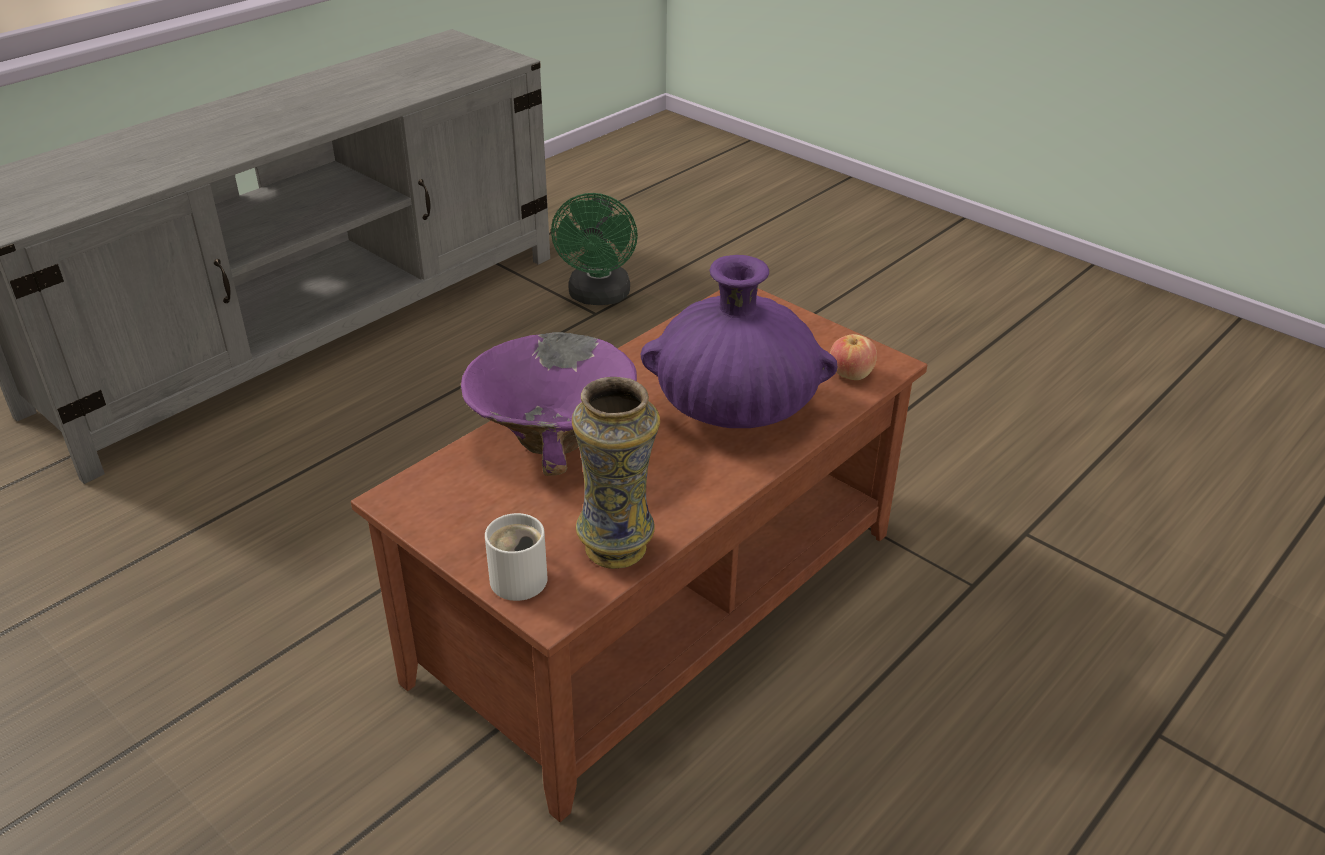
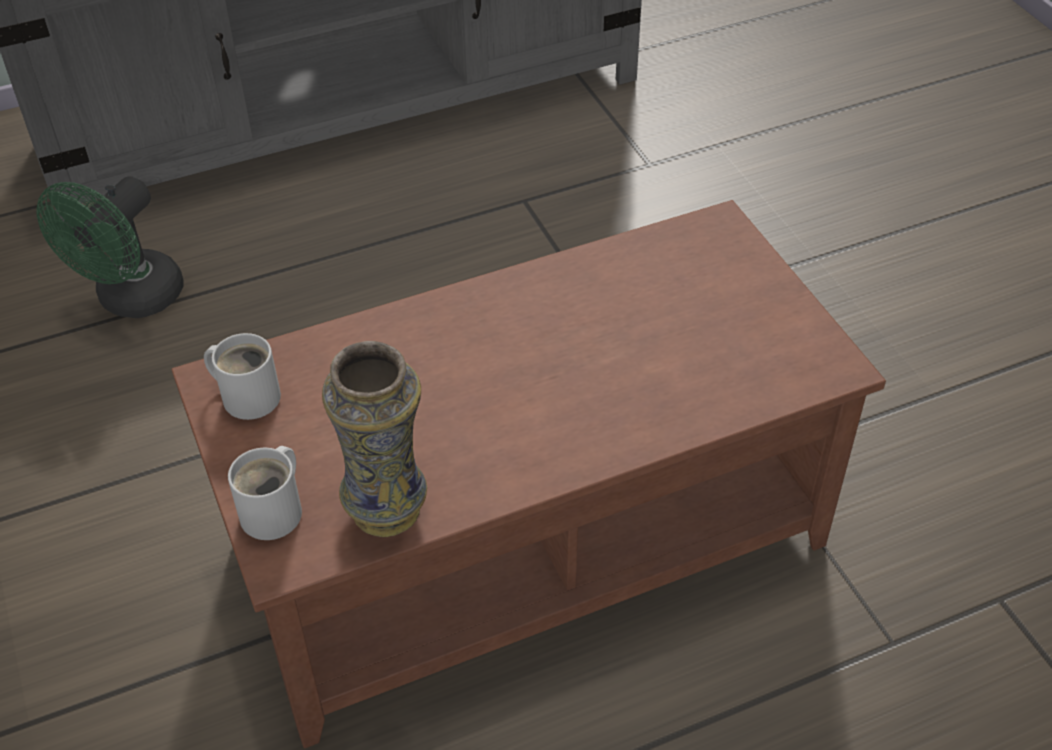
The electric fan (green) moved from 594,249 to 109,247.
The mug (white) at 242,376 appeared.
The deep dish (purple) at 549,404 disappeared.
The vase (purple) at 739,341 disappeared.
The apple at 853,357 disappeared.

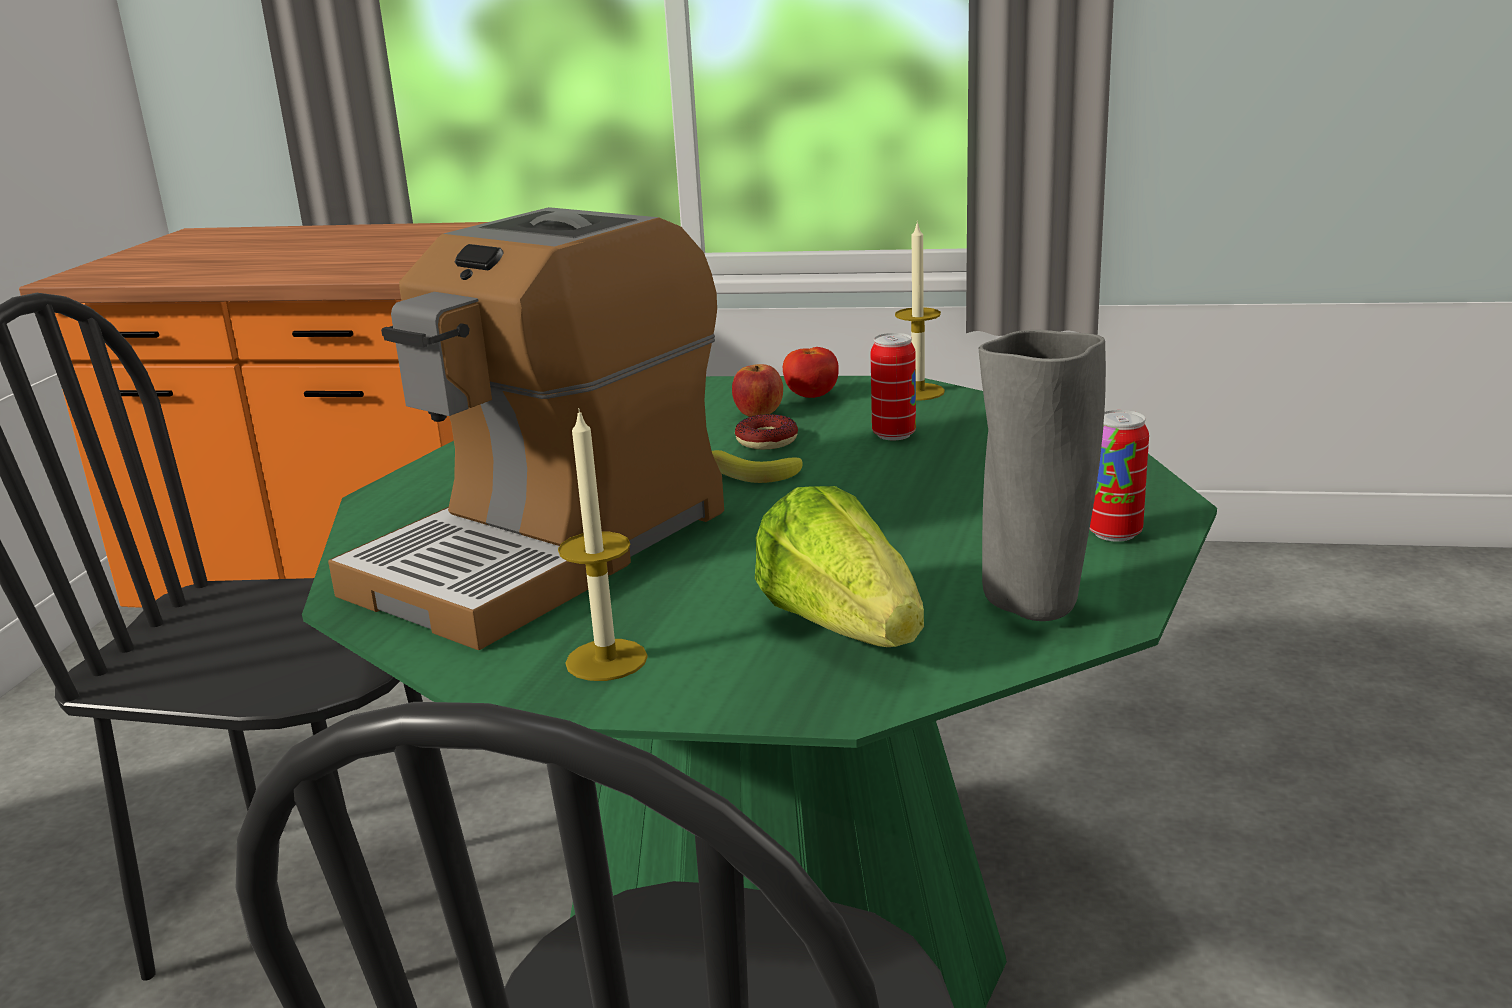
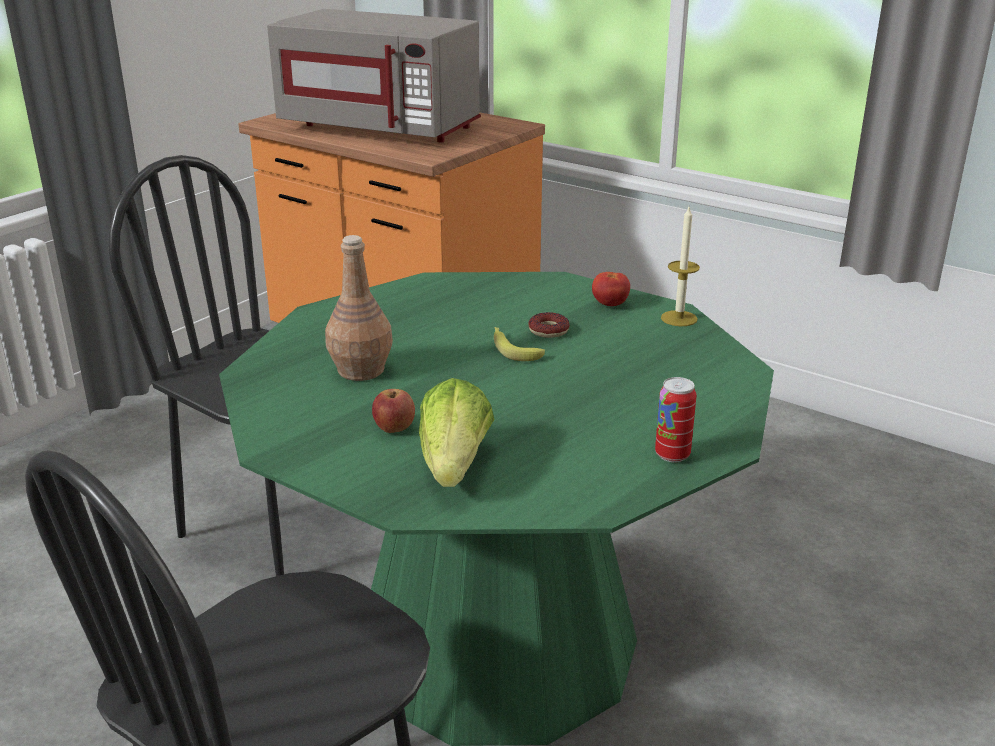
The microwave (grey) at 374,76 appeared.
The coffee maker at 526,428 was replaced by the beverage bottle (brown) at 359,308.
The apple moved from 757,390 to 393,411.
The wax candle at 603,544 disappeared.
The can at 893,386 disappeared.
The vase (grey) at 1042,475 disappeared.

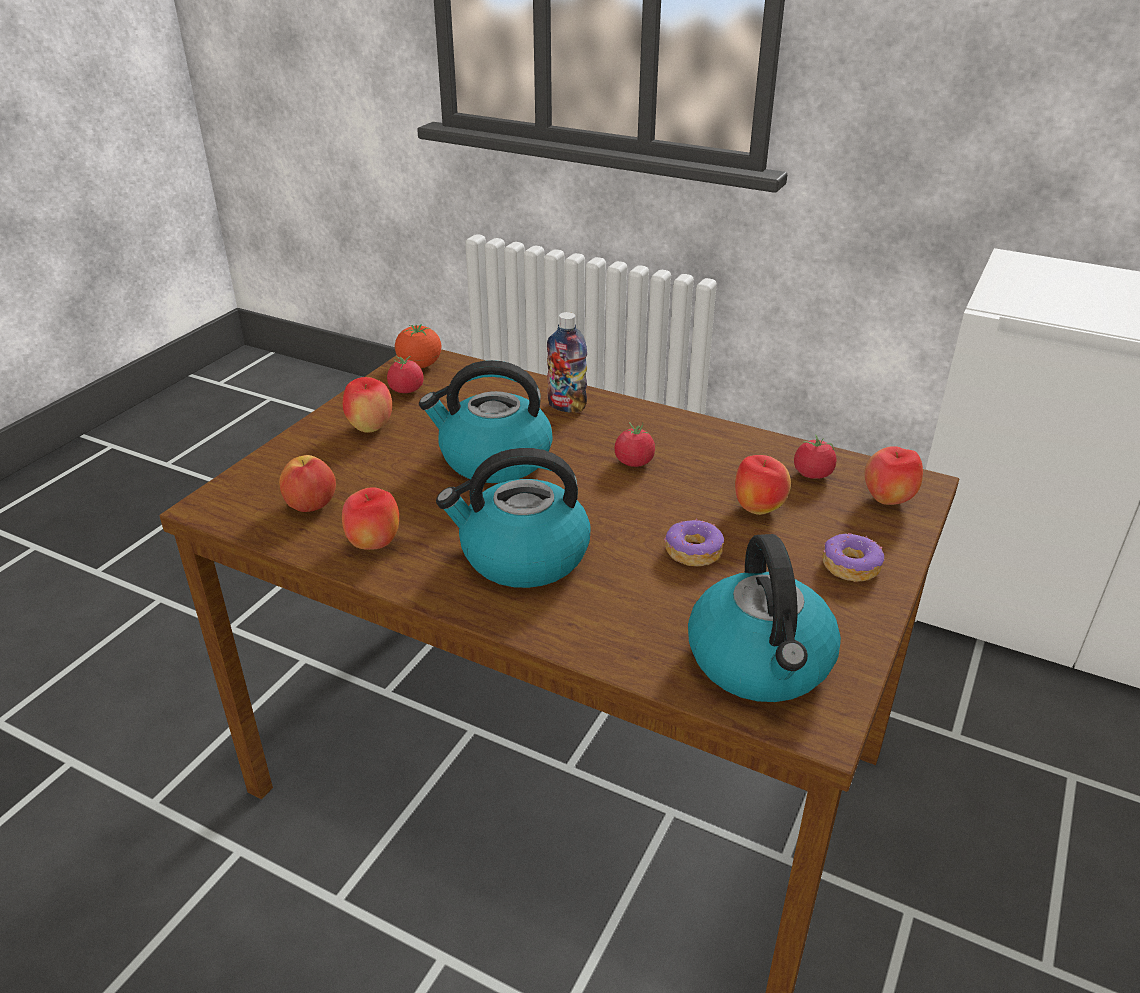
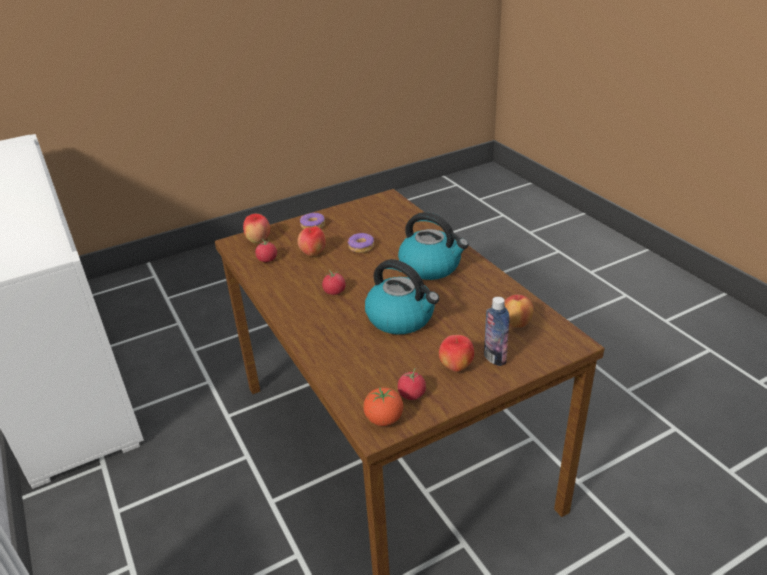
The beverage bottle moved from 567,362 to 497,331.
The apple at 370,519 disappeared.
The tea kettle at 764,618 disappeared.

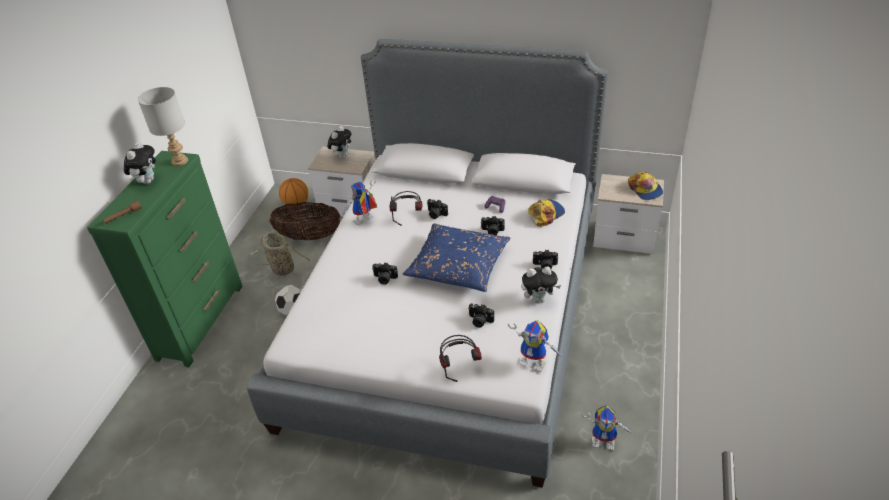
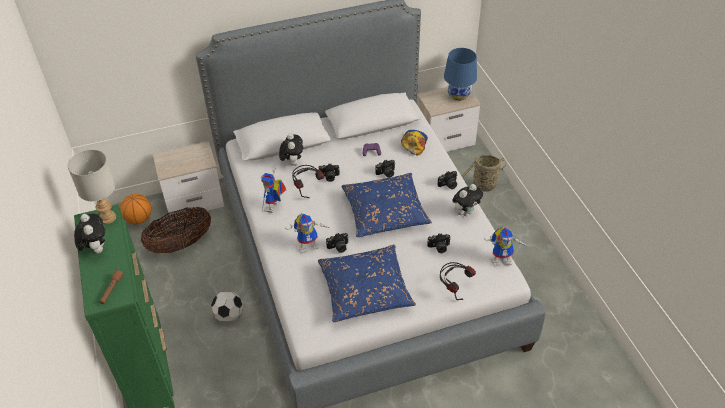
The plush toy moved from 339,142 to 291,149.
The robot figure moved from 607,427 to 307,233.
The pillow (blue) at 367,283 appeared.
The peaked cap at 645,185 was replaced by the tabletop lamp (blue) at 460,74.
The household basket moved from 279,254 to 485,173.

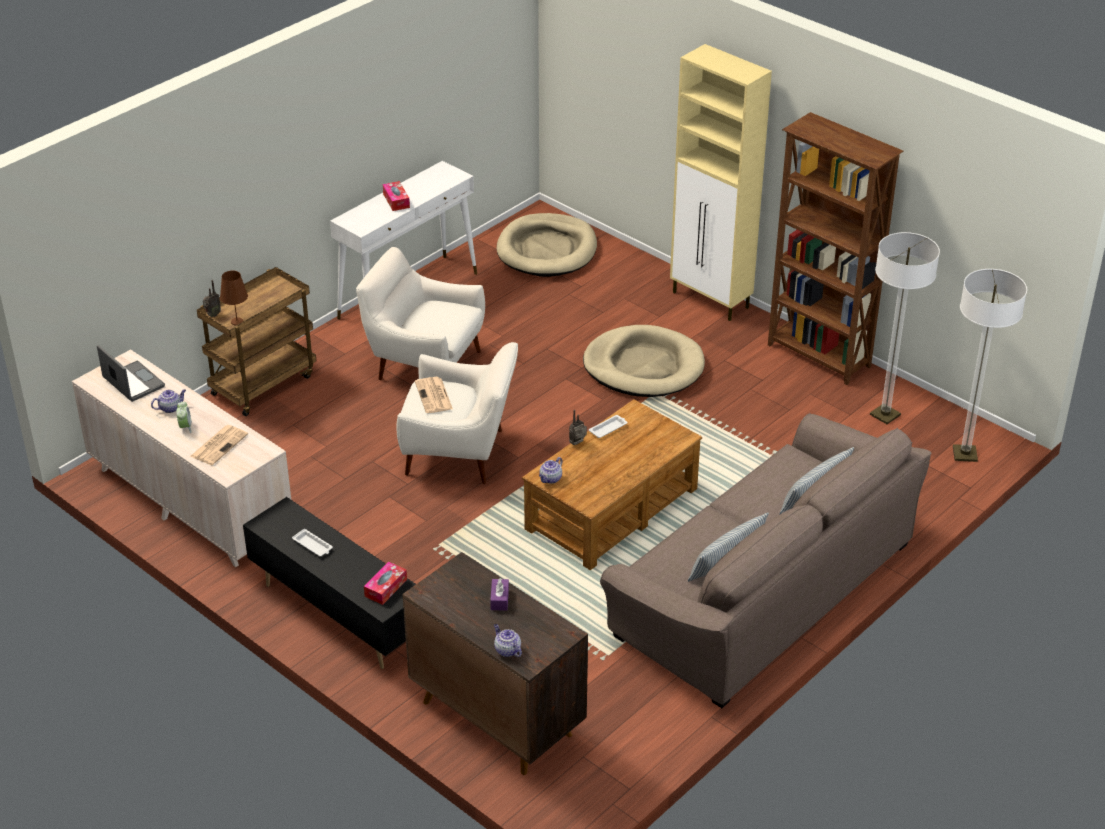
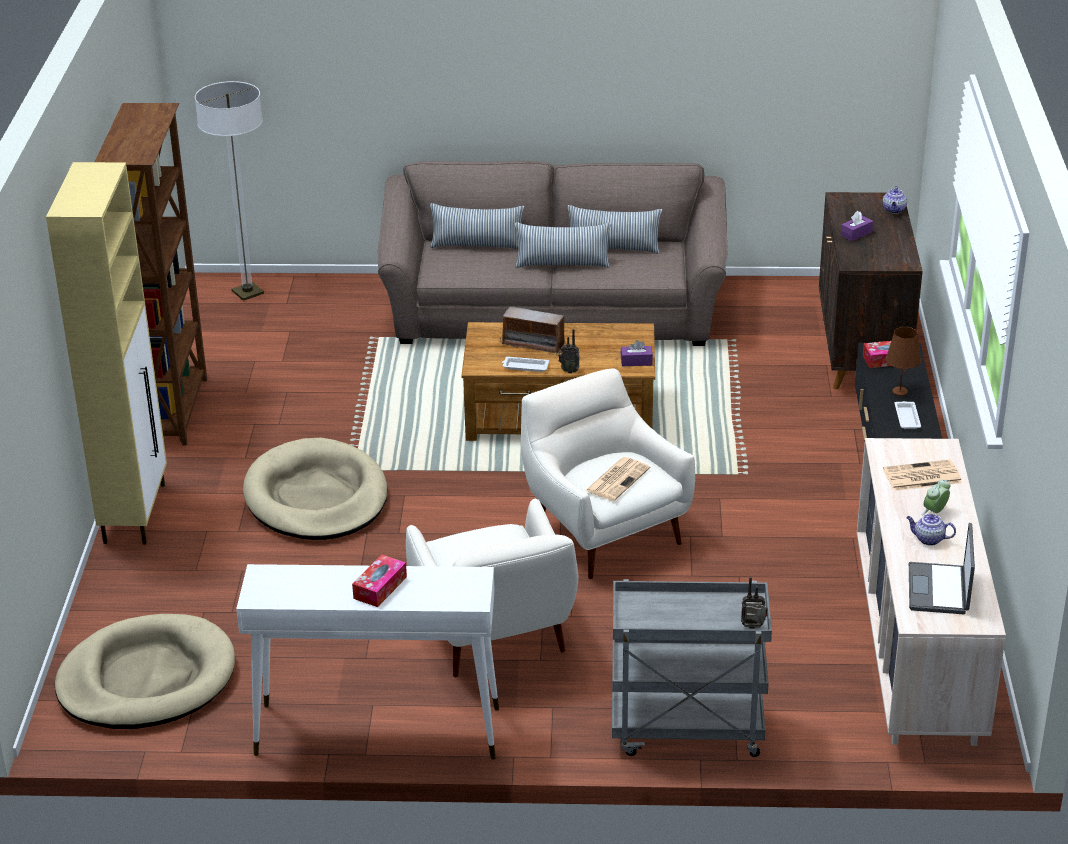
The radio receiver at 533,330 appeared.
The pillow at 563,245 appeared.
The wheeled cart (brown) at 256,341 became the wheeled cart (grey) at 692,668.
The teapot at 551,470 was replaced by the tissue box (purple) at 636,353.
The tabletop lamp (brown) moved from 234,298 to 903,361.
The floor lamp at 905,328 disappeared.

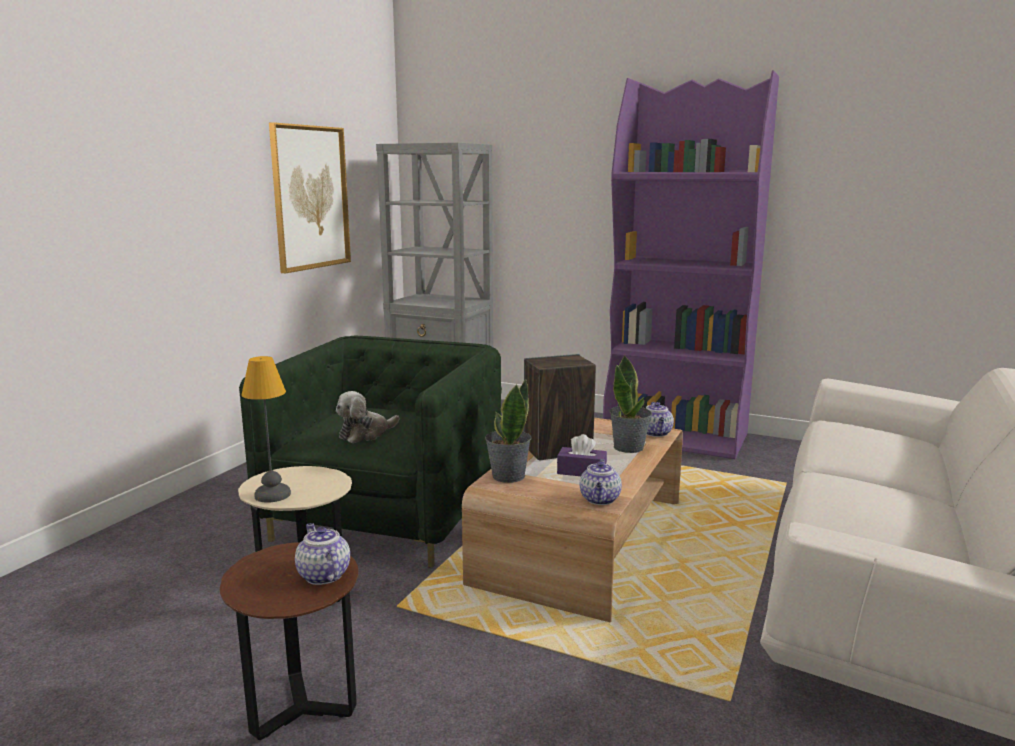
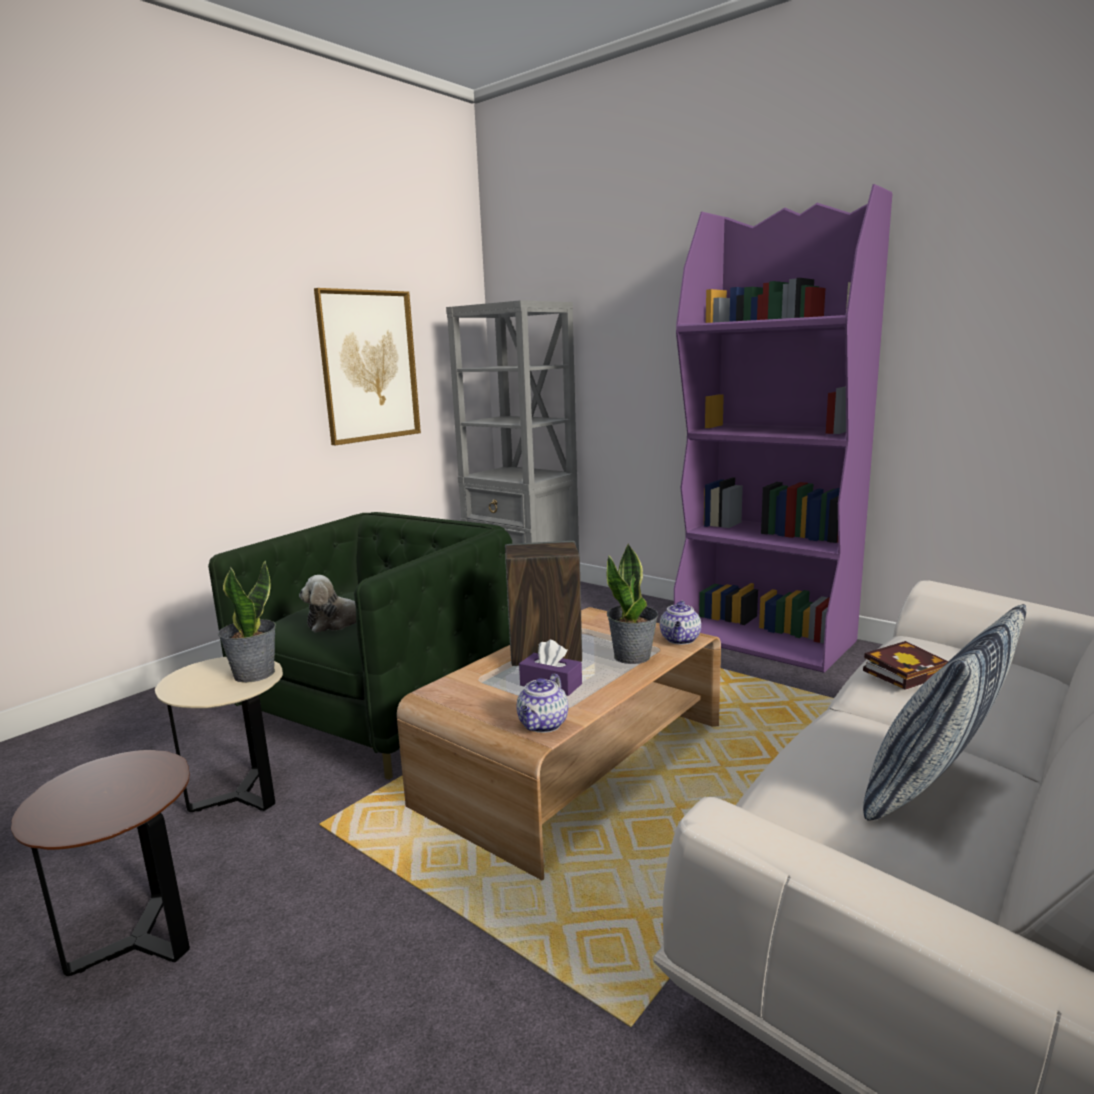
The plant in a pot moved from 508,431 to 247,622.
The pillow at 945,712 appeared.
The bound book at 906,665 appeared.
The tabletop lamp at 266,429 disappeared.
The teapot at 322,554 disappeared.

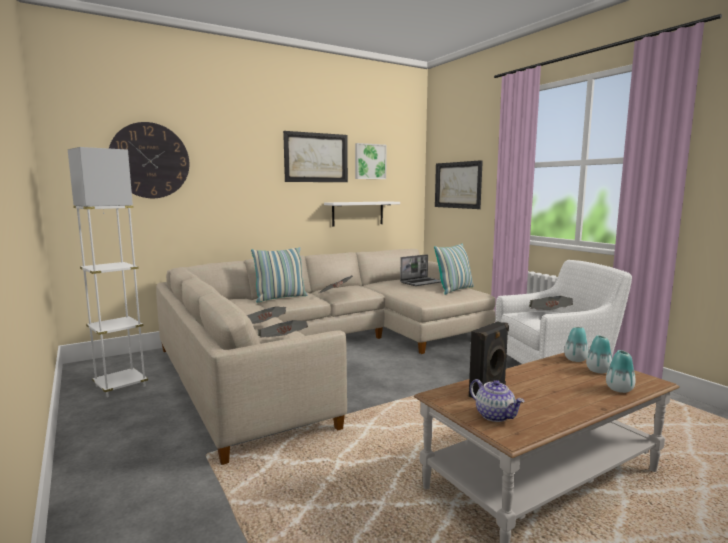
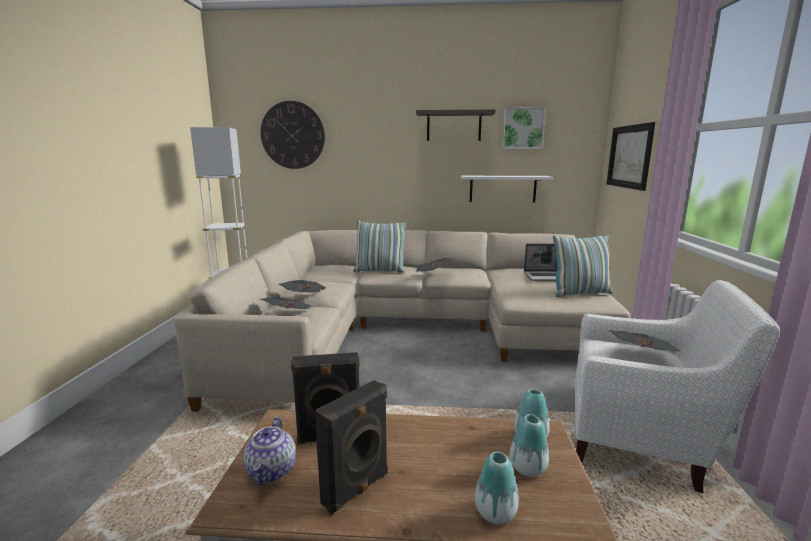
The audio speaker (black) at 351,447 appeared.
The wall art at 315,156 was replaced by the bracket shelf at 456,125.

